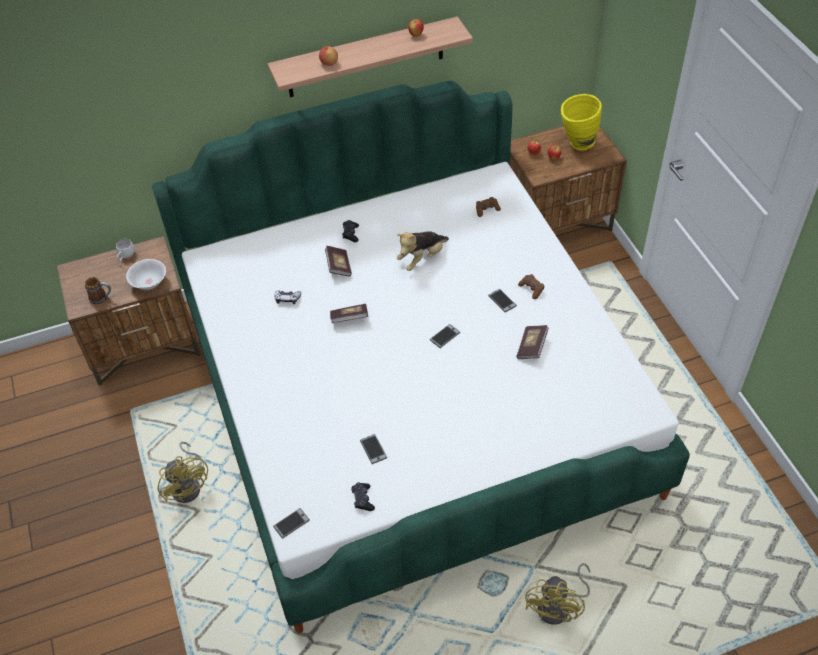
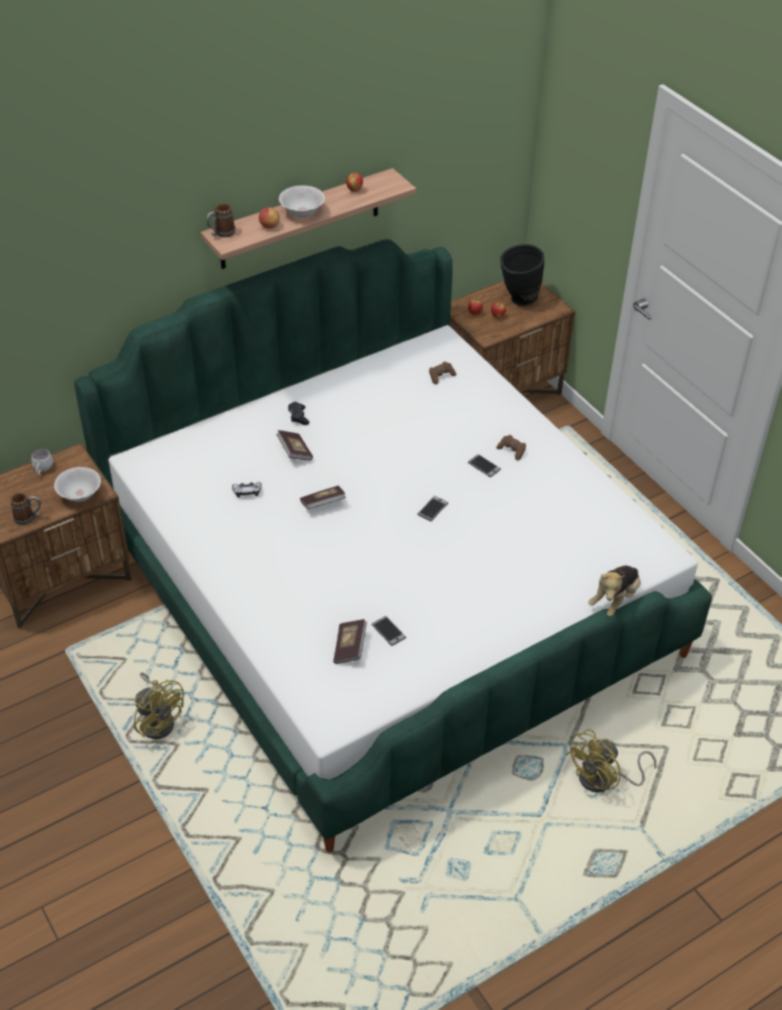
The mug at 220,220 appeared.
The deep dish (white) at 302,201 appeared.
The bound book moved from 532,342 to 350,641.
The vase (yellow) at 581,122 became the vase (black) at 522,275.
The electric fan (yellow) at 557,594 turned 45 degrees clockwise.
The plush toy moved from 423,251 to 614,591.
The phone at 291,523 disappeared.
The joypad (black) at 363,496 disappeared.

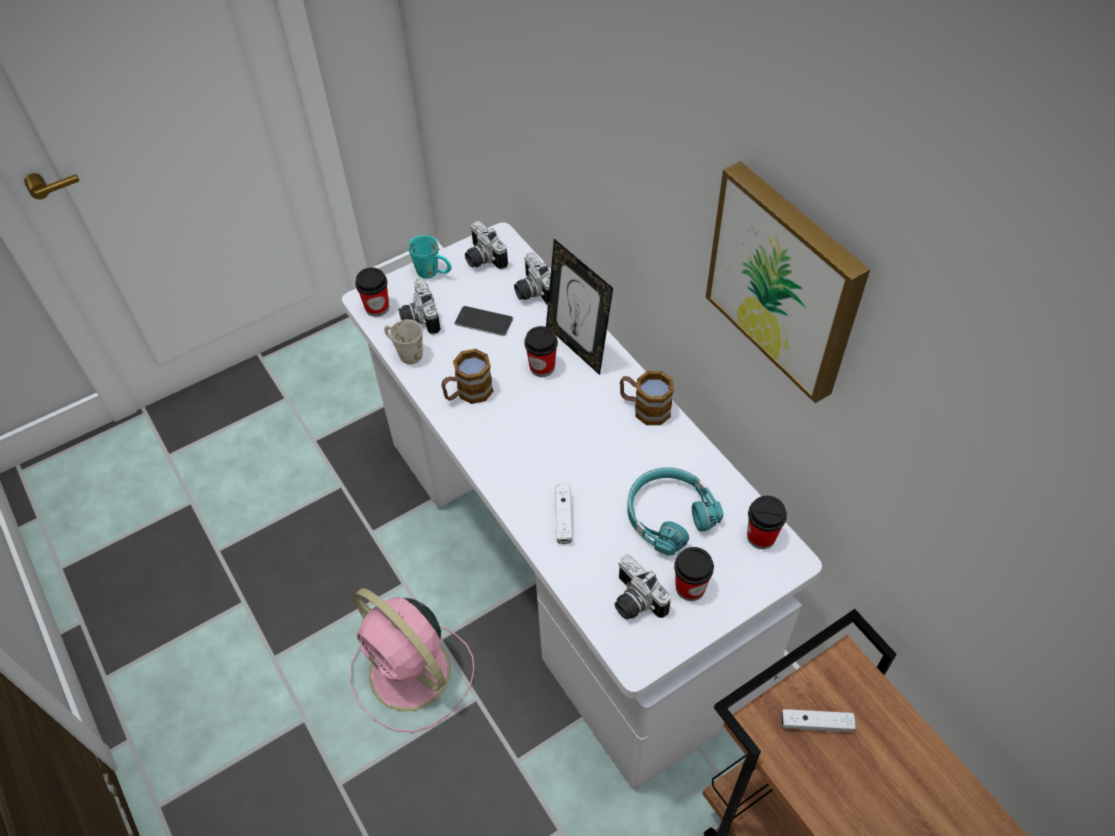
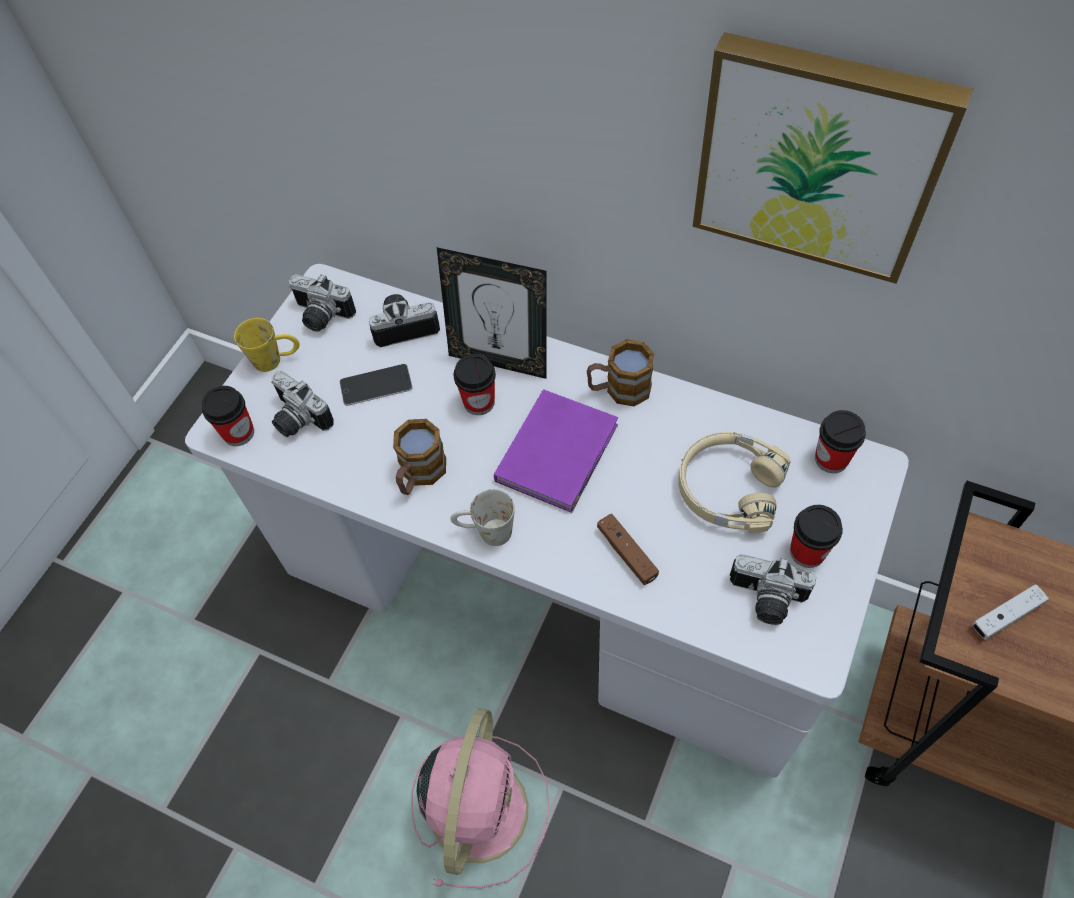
The mug (turquoise) at 429,256 became the mug (yellow) at 267,345.
The still camera at 532,278 turned 135 degrees clockwise.
The electric fan (pinkish) at 412,660 turned 90 degrees counterclockwise.
The mug (white) moved from 403,341 to 482,517.
The bound book (purple) at 556,451 appeared.
The joypad (white) at 563,514 became the joypad (brown) at 628,549.
The headphones (turquoise) at 675,511 became the headphones (beige) at 734,482.

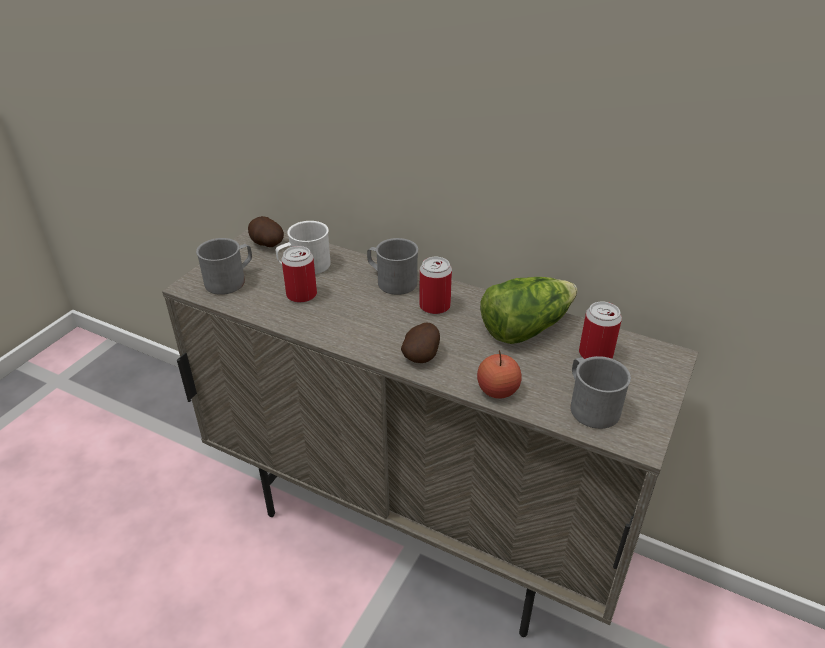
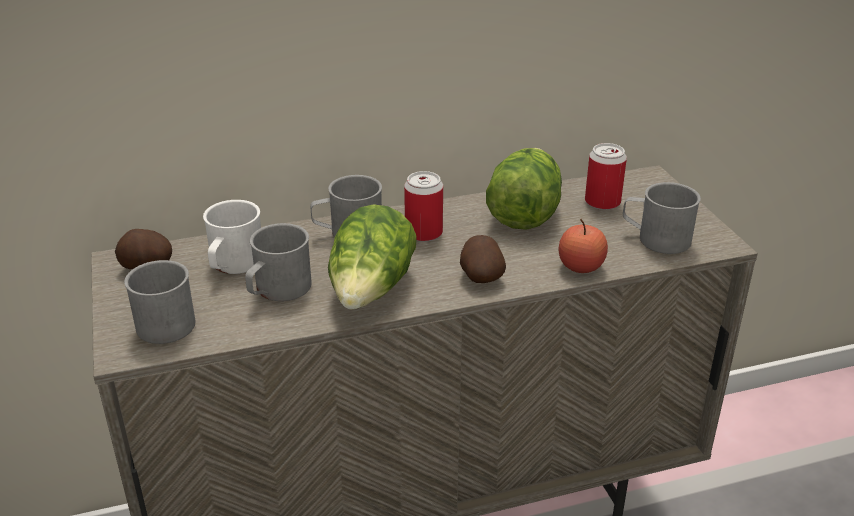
The can at 299,274 was replaced by the mug (grey) at 278,262.
The lettuce at 372,256 appeared.

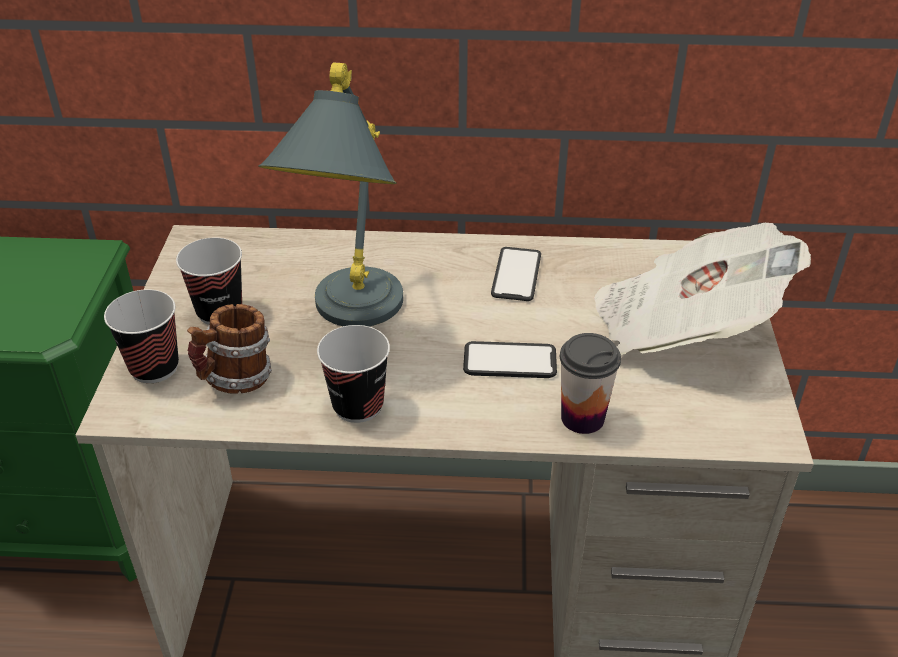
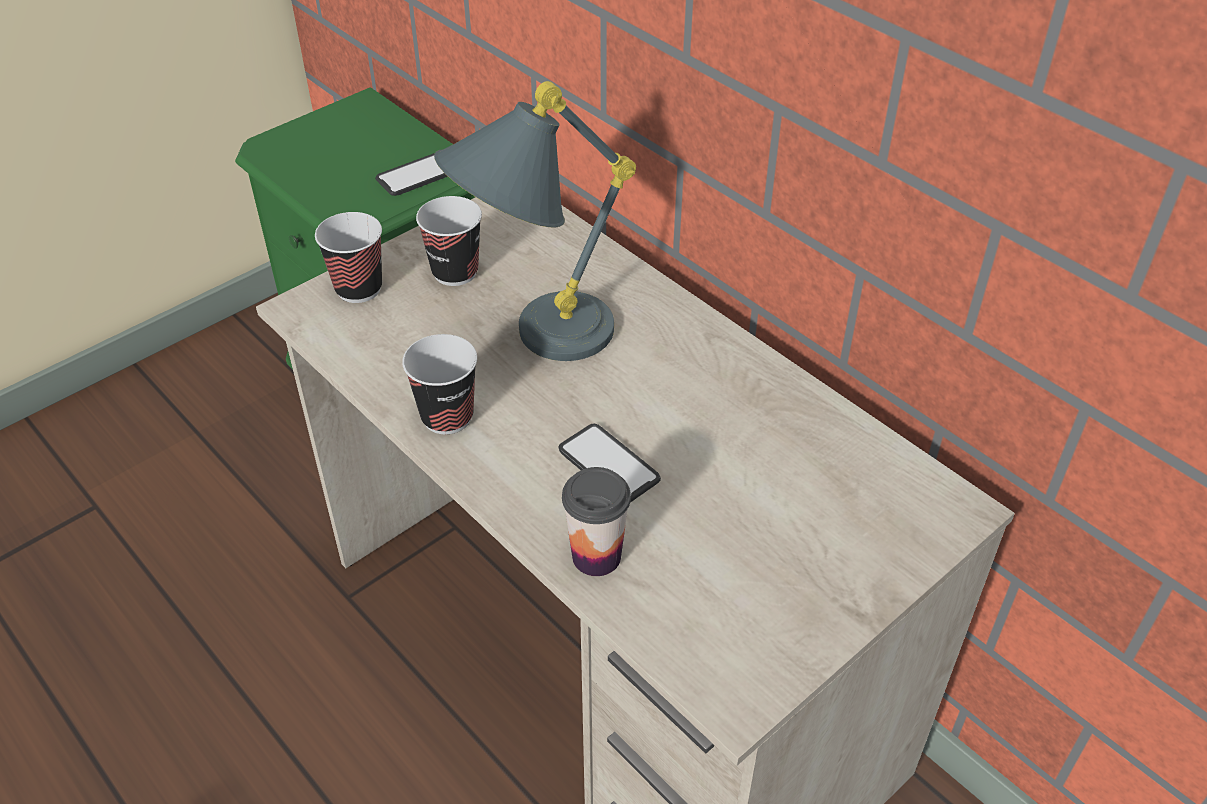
The phone moved from 516,274 to 411,174.
The mug at 229,349 disappeared.
The printed paper at 702,289 disappeared.

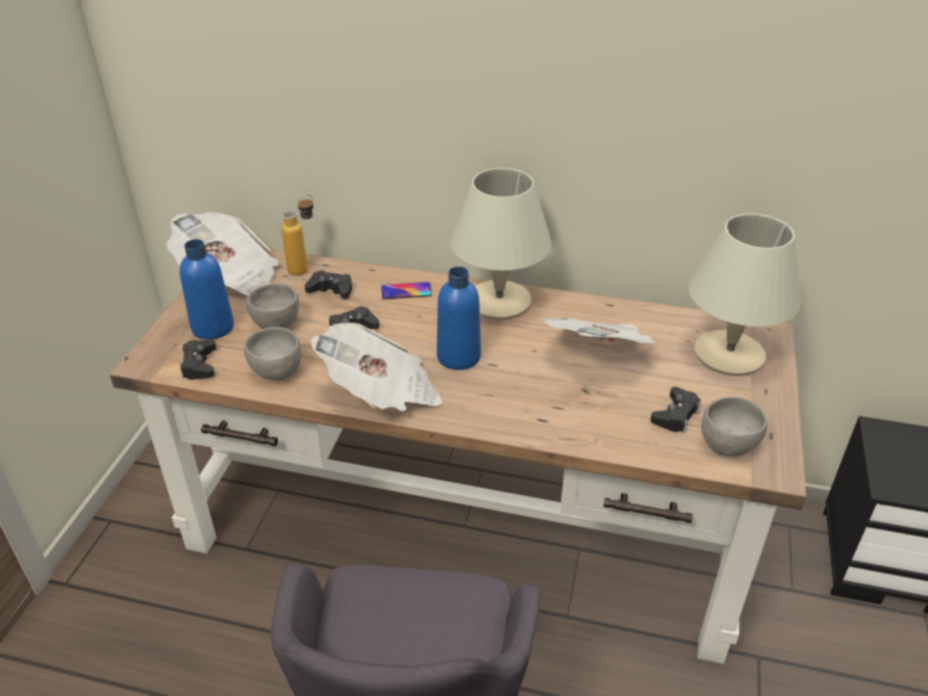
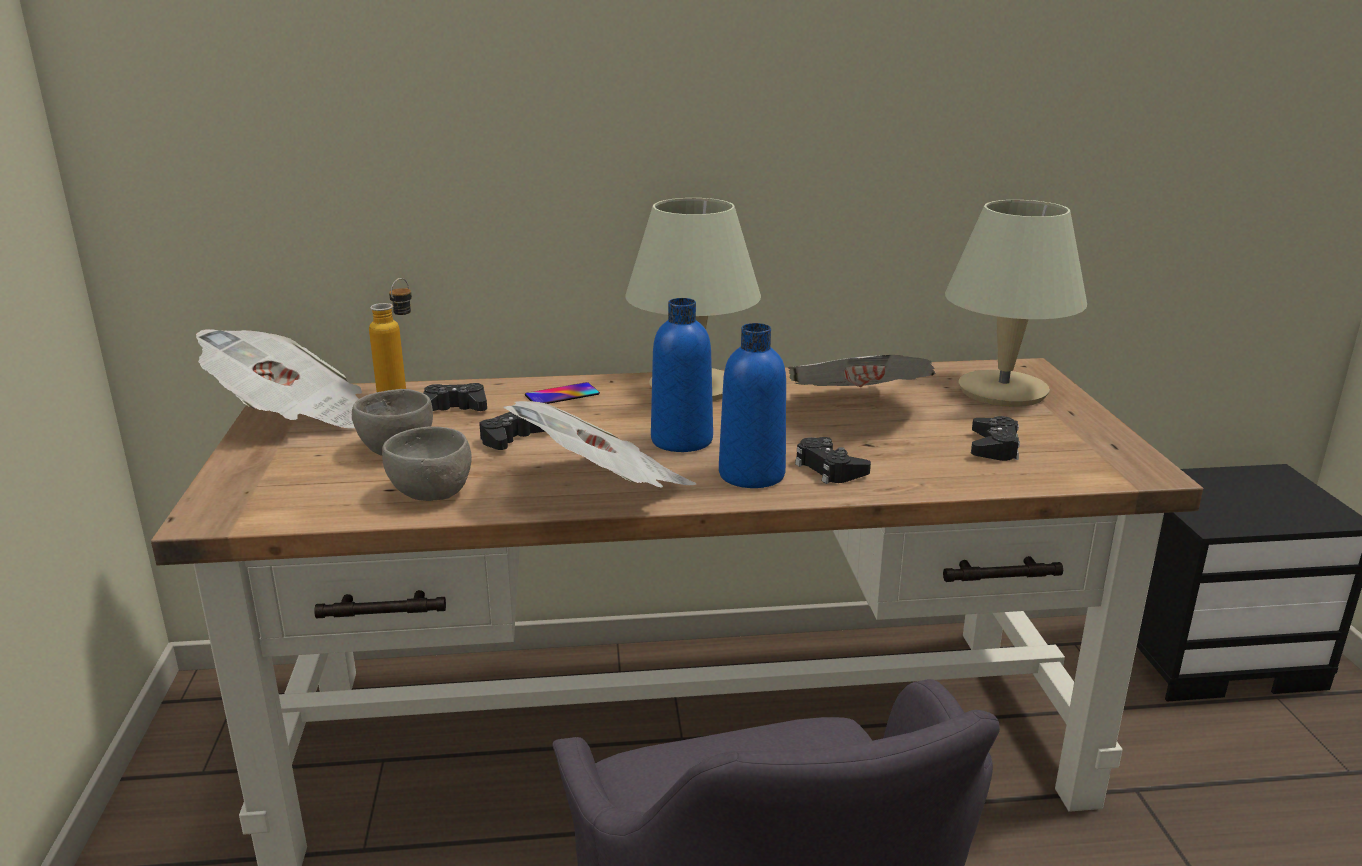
The beverage bottle (blue) moved from 207,289 to 752,405.
The joypad (black) moved from 198,360 to 833,460.
The deep dish (grey) at 734,427 disappeared.

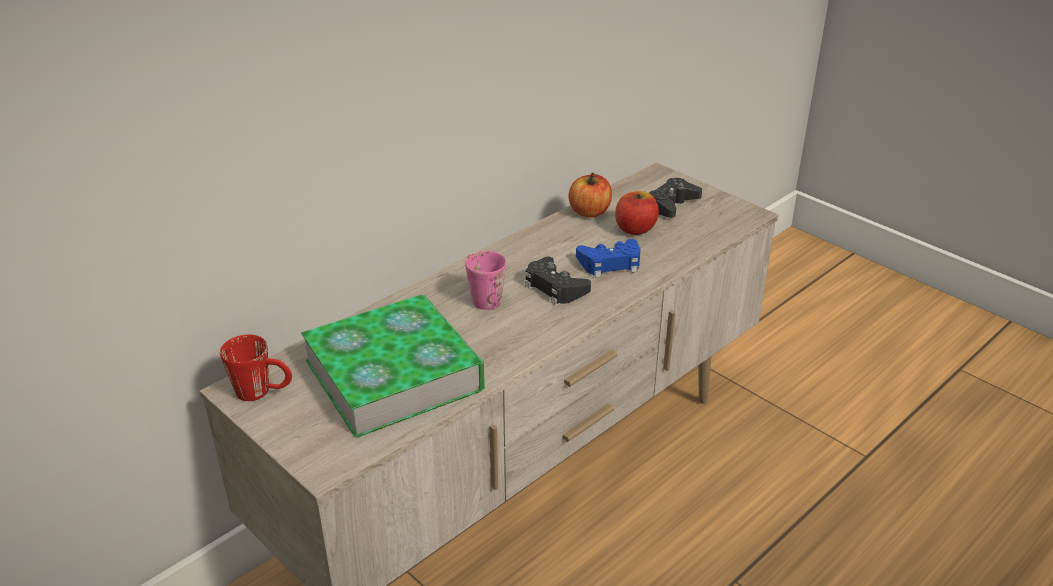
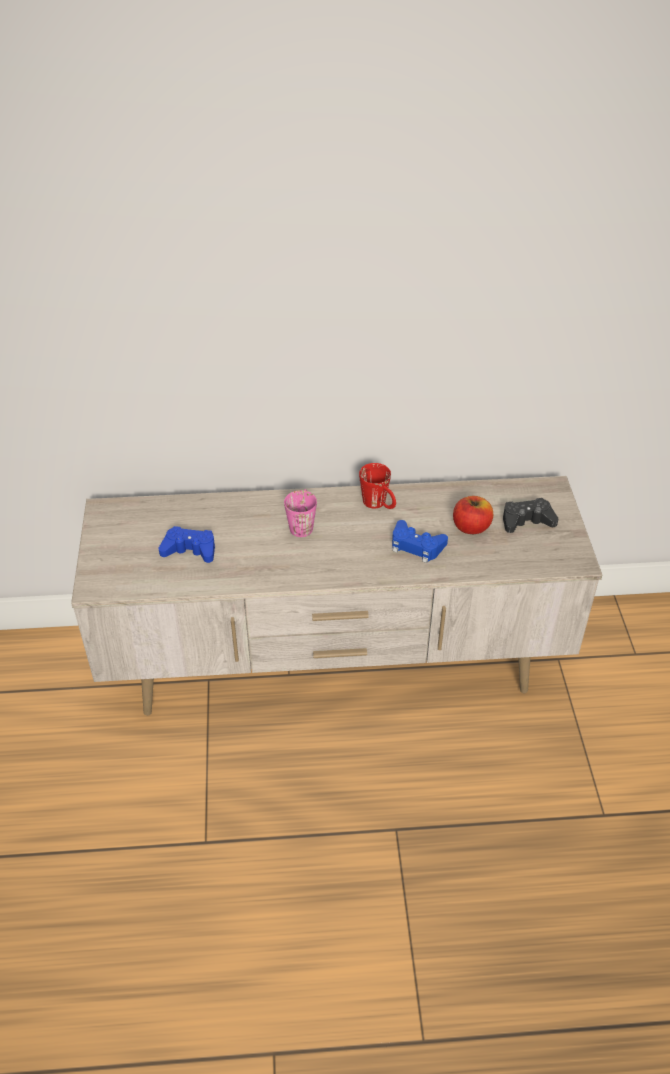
The bound book at 393,366 was replaced by the joypad (blue) at 187,544.
The mug (red-coloured) moved from 256,367 to 377,486.
The joypad (black) at 558,281 disappeared.
The apple at 590,195 disappeared.

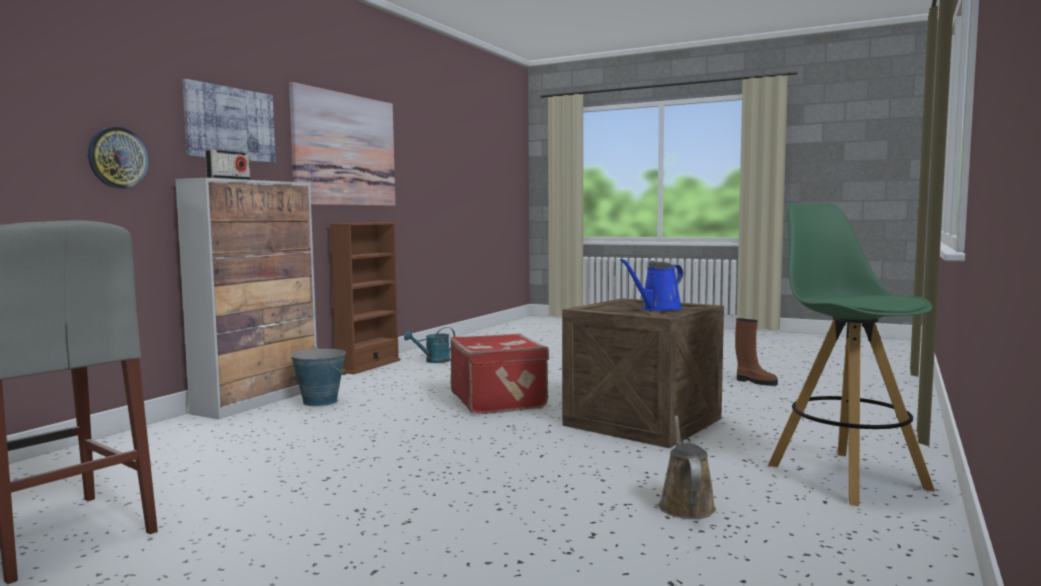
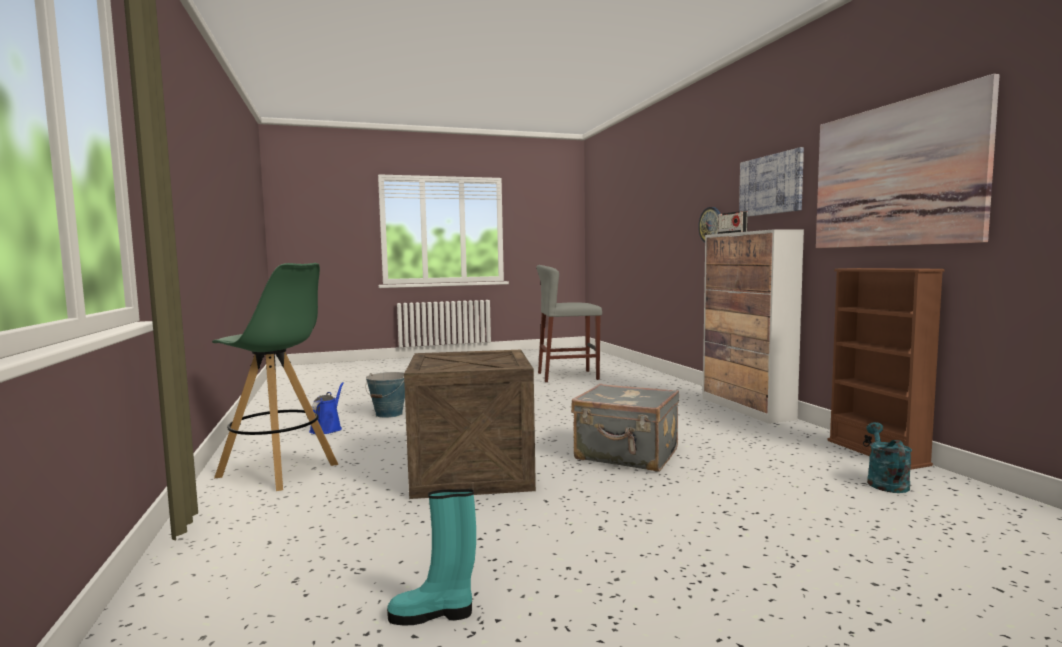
The watering can (blue) moved from 651,285 to 326,408.
The bucket moved from 319,376 to 385,395.
The boot (brown) at 756,352 became the boot (turquoise) at 431,557.
The piece of luggage (red-coloured) at 499,373 became the piece of luggage (grey) at 625,427.
The watering can (brown) at 687,467 disappeared.

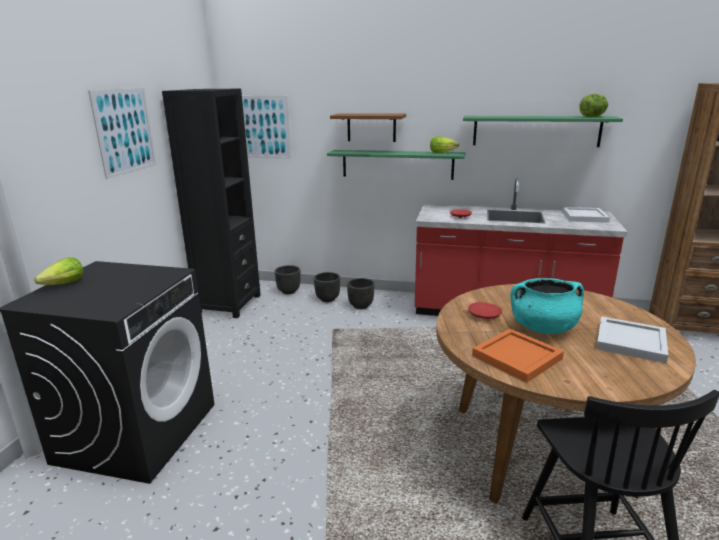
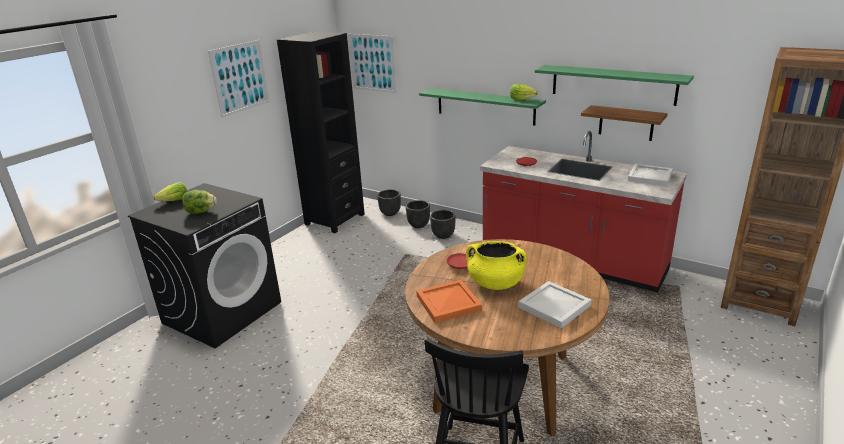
The lettuce moved from 593,105 to 199,202.
The saucepot (turquoise) at 547,306 became the saucepot (yellow) at 496,265.
The bracket shelf moved from 368,127 to 624,123.

